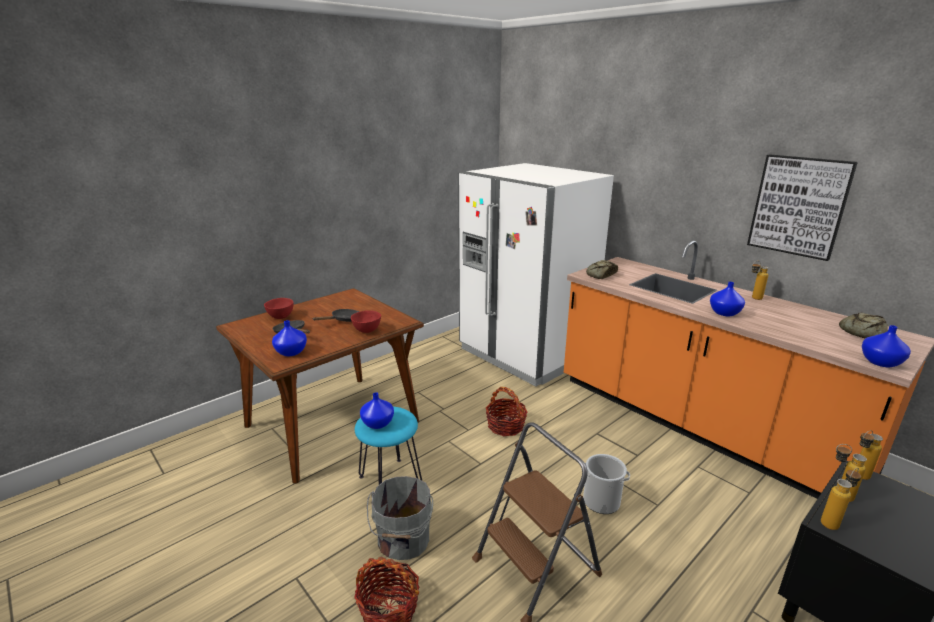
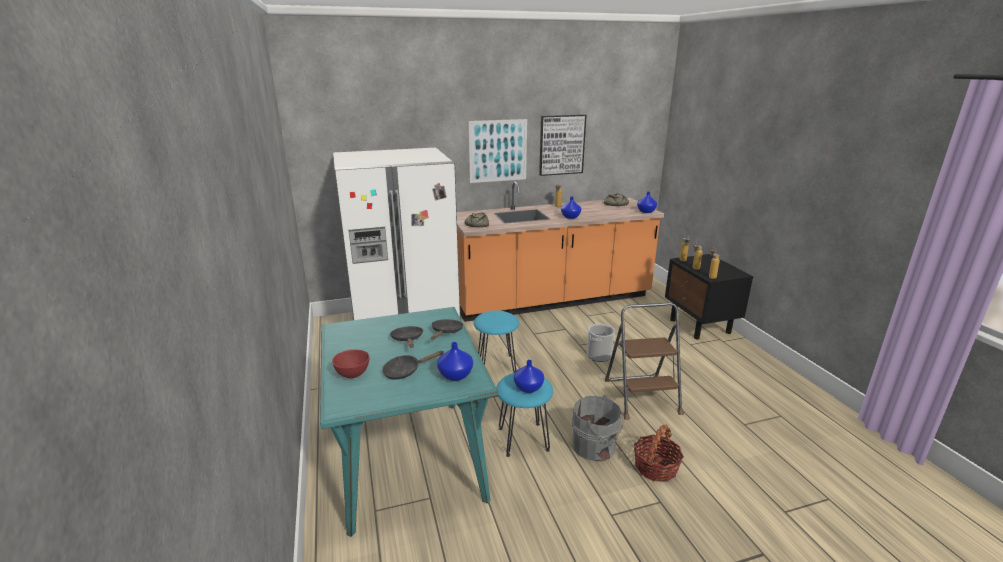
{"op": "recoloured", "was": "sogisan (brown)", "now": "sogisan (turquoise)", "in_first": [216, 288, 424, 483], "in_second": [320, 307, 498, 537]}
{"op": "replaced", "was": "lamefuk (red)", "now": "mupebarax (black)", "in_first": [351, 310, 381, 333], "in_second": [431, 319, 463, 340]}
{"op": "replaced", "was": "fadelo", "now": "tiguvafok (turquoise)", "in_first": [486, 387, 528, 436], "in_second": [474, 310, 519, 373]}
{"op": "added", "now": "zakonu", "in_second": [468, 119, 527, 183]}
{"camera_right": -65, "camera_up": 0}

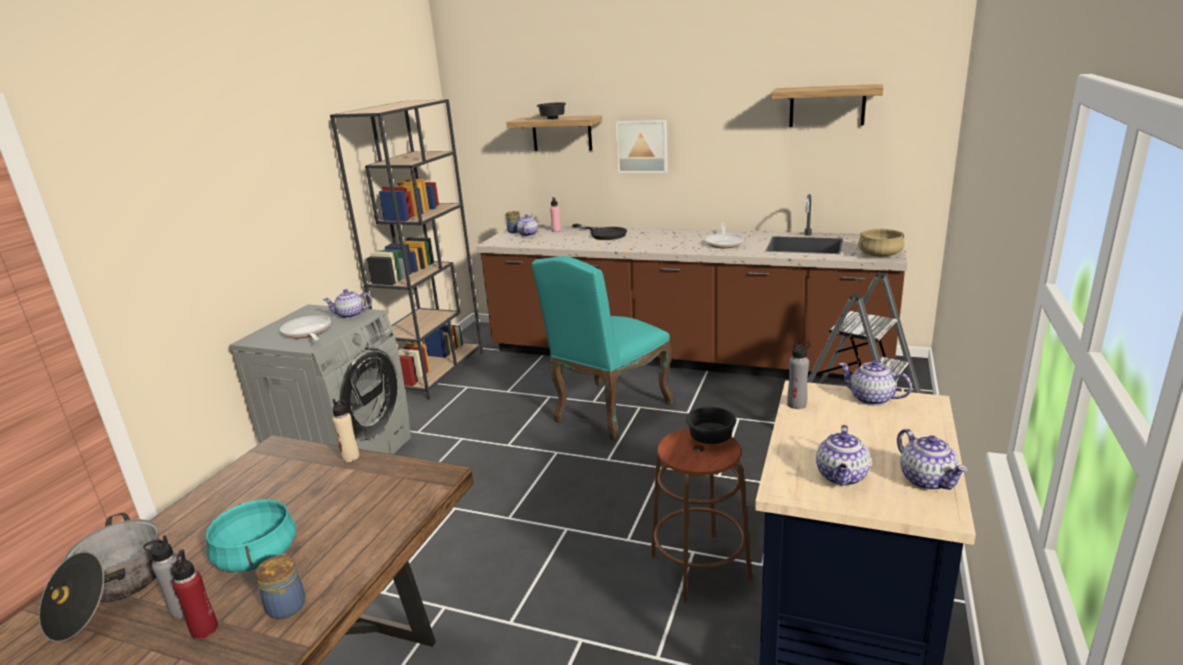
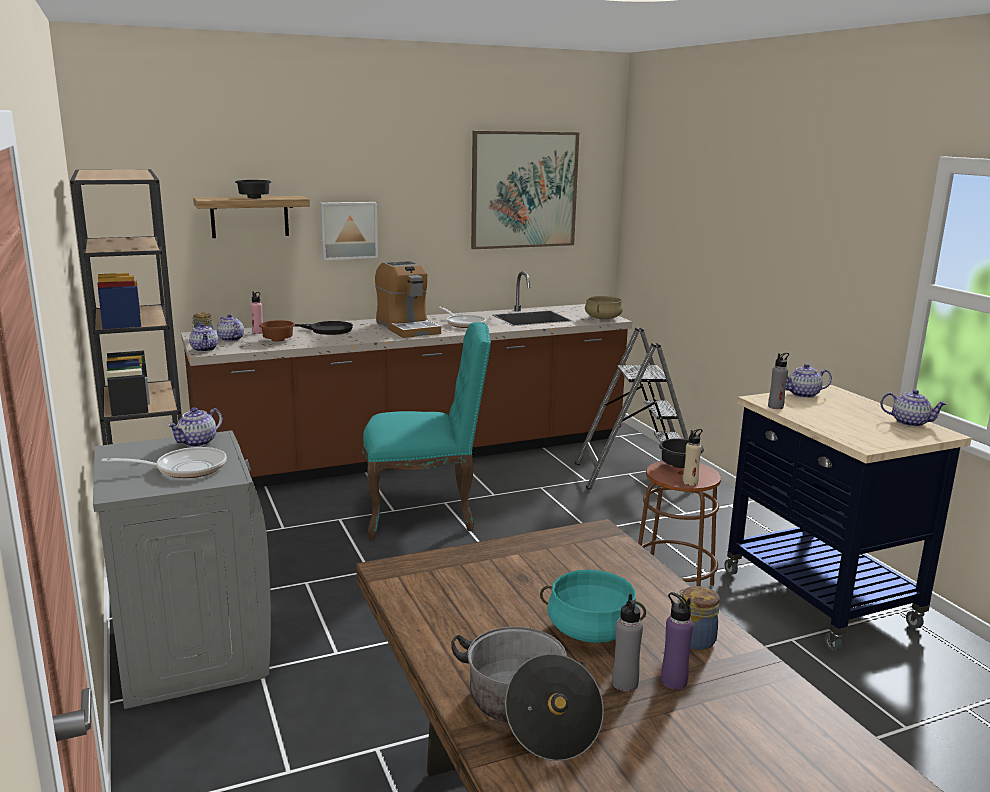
{"op": "replaced", "was": "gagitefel", "now": "zakonu", "in_first": [772, 84, 883, 127], "in_second": [471, 131, 579, 249]}
{"op": "turned", "was": "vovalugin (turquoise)", "in_first": [531, 256, 673, 441], "in_second": [362, 322, 491, 540], "clockwise": -90}
{"op": "turned", "was": "mupebarax", "in_first": [280, 316, 331, 341], "in_second": [102, 447, 227, 478], "clockwise": 150}
{"op": "moved", "was": "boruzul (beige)", "in_first": [332, 399, 359, 462], "in_second": [683, 429, 703, 486]}
{"op": "moved", "was": "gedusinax", "in_first": [816, 425, 871, 486], "in_second": [189, 323, 218, 352]}
{"op": "recoloured", "was": "boruzul (red)", "now": "boruzul (purple)", "in_first": [172, 549, 218, 639], "in_second": [661, 592, 693, 690]}
{"op": "added", "now": "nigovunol", "in_second": [375, 261, 441, 338]}
{"op": "added", "now": "lamefuk (brown)", "in_second": [259, 320, 295, 342]}
{"camera_right": -45, "camera_up": -5}

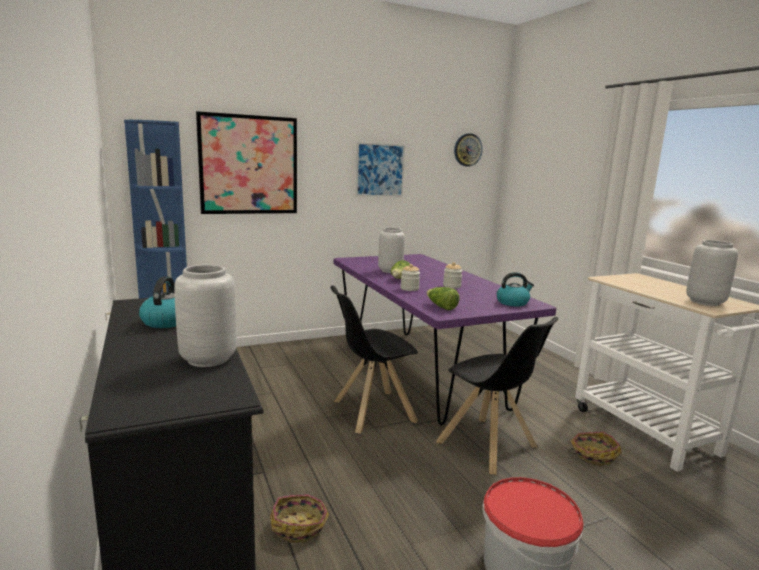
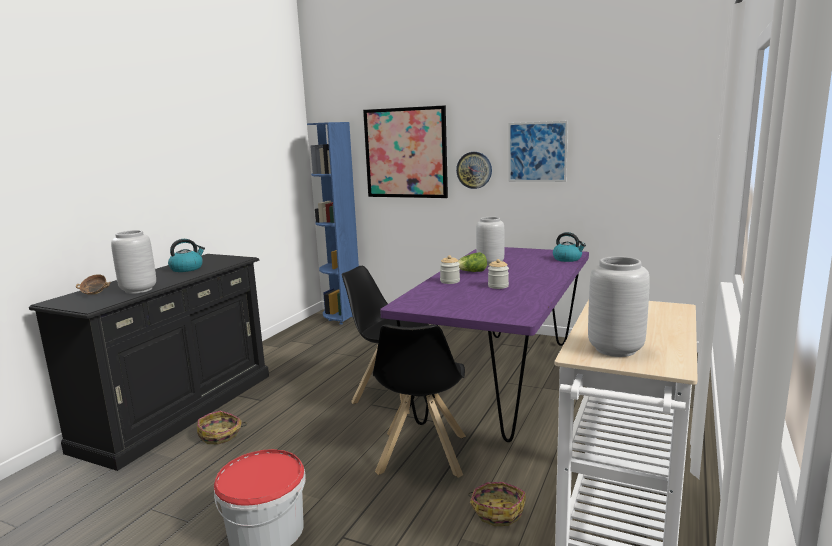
{"op": "moved", "was": "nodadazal", "in_first": [454, 133, 483, 167], "in_second": [456, 152, 492, 189]}
{"op": "moved", "was": "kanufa", "in_first": [496, 272, 534, 307], "in_second": [553, 232, 586, 262]}
{"op": "removed", "was": "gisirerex", "in_first": [427, 287, 460, 310]}
{"op": "added", "now": "lamefuk", "in_second": [76, 274, 111, 295]}
{"camera_right": 50, "camera_up": 0}

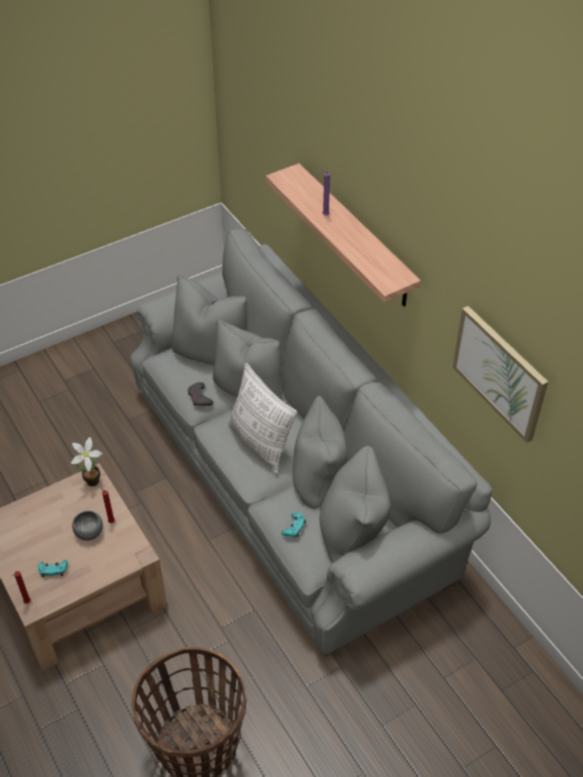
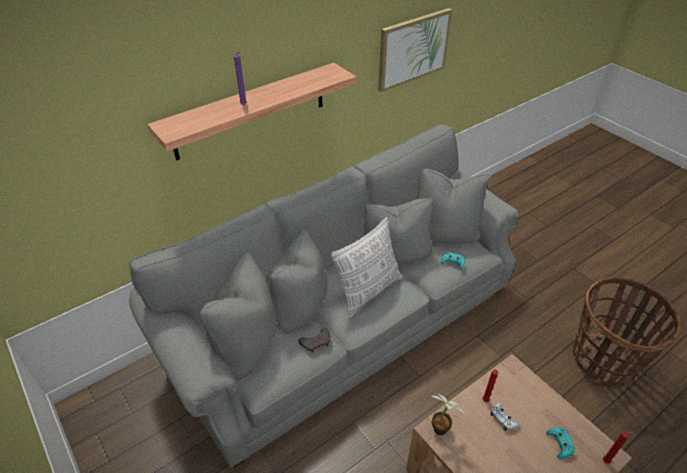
{"op": "replaced", "was": "lamefuk (grey)", "now": "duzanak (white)", "in_first": [72, 511, 103, 541], "in_second": [490, 403, 520, 431]}
{"camera_right": -95, "camera_up": -5}

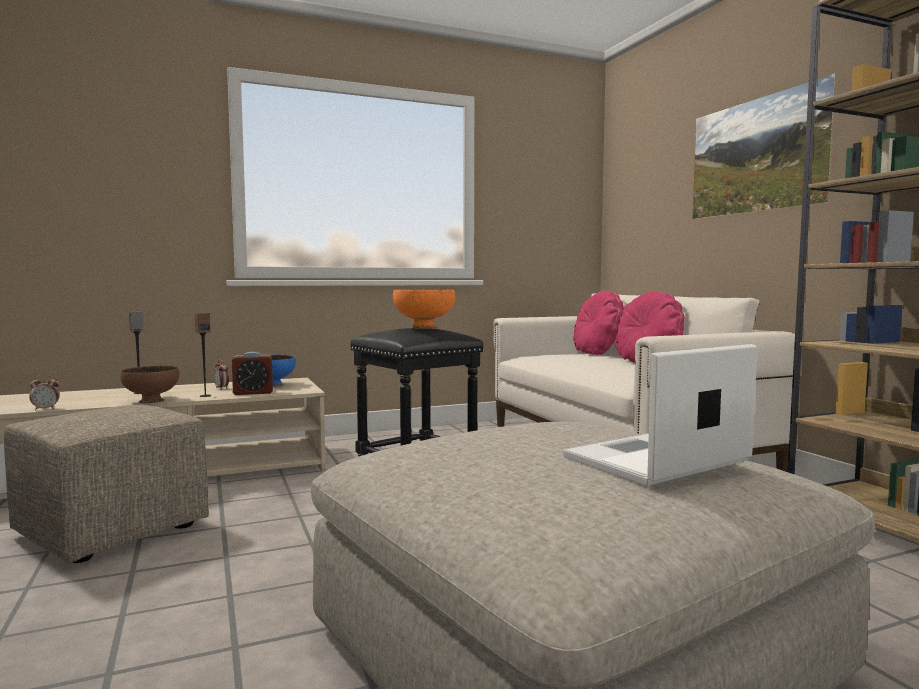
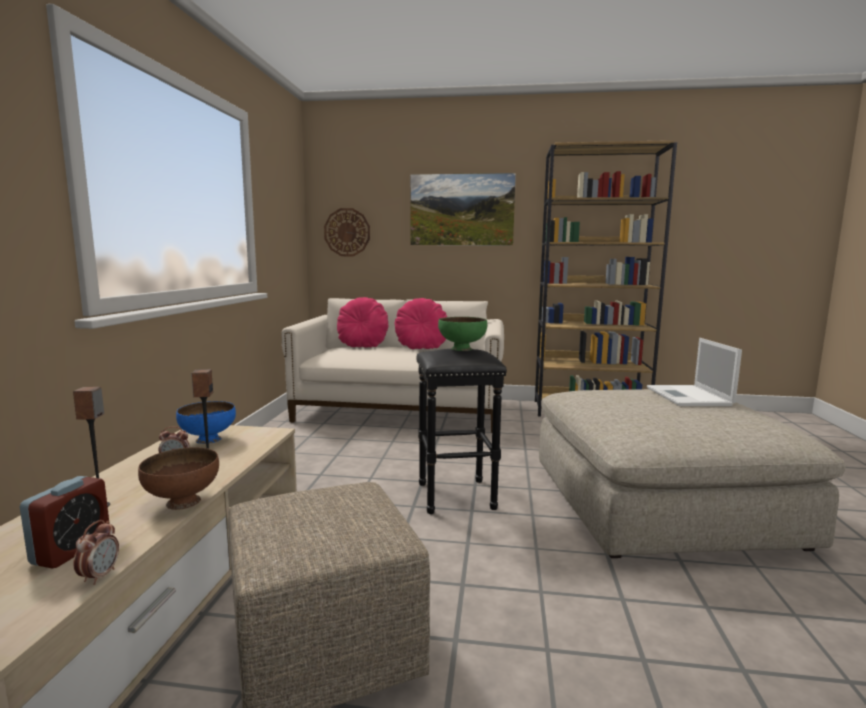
{"op": "recoloured", "was": "lamefuk (orange)", "now": "lamefuk (green)", "in_first": [393, 290, 455, 329], "in_second": [438, 317, 487, 351]}
{"op": "moved", "was": "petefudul", "in_first": [232, 352, 273, 395], "in_second": [20, 476, 110, 568]}
{"op": "added", "now": "nodadazal", "in_second": [324, 208, 370, 256]}
{"camera_right": -60, "camera_up": 5}

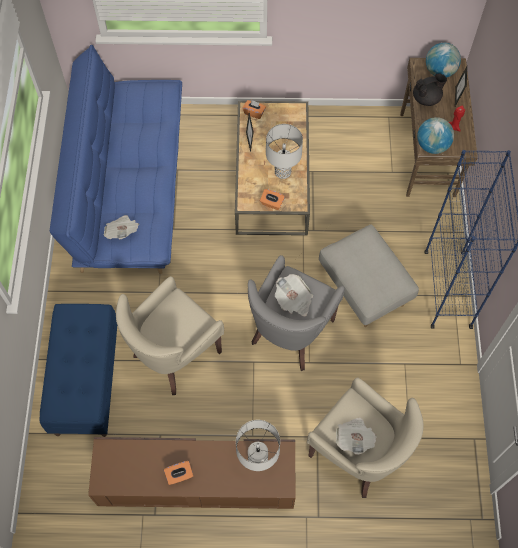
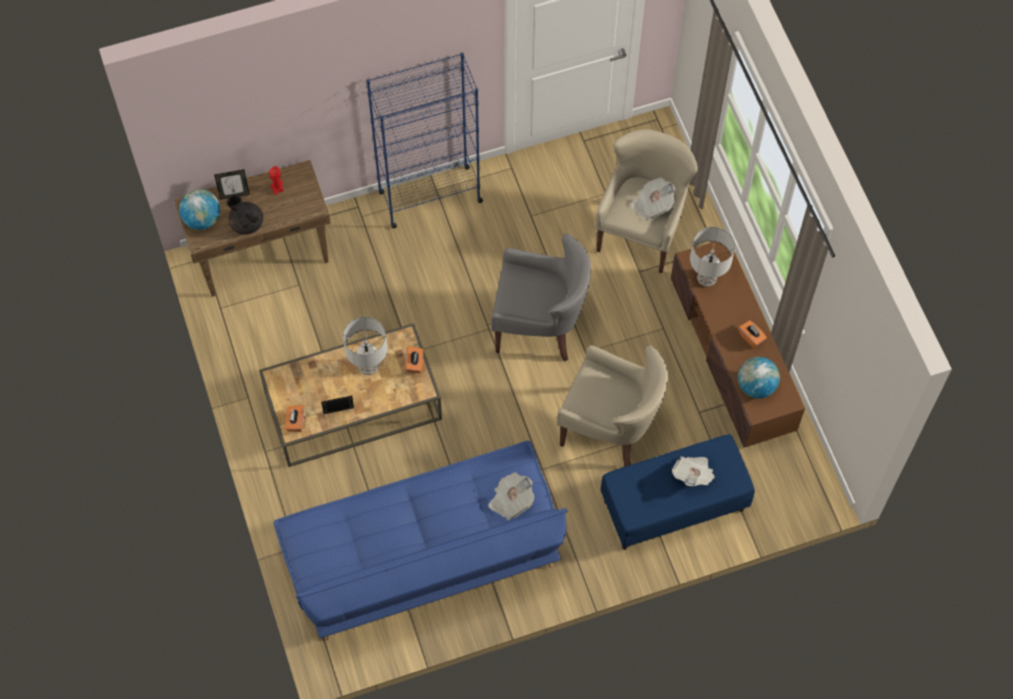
{"op": "moved", "was": "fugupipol", "in_first": [417, 117, 454, 154], "in_second": [738, 357, 780, 398]}
{"op": "removed", "was": "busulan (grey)", "in_first": [319, 225, 419, 327]}
{"op": "moved", "was": "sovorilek", "in_first": [275, 274, 313, 316], "in_second": [672, 457, 715, 486]}
{"camera_right": -110, "camera_up": 0}

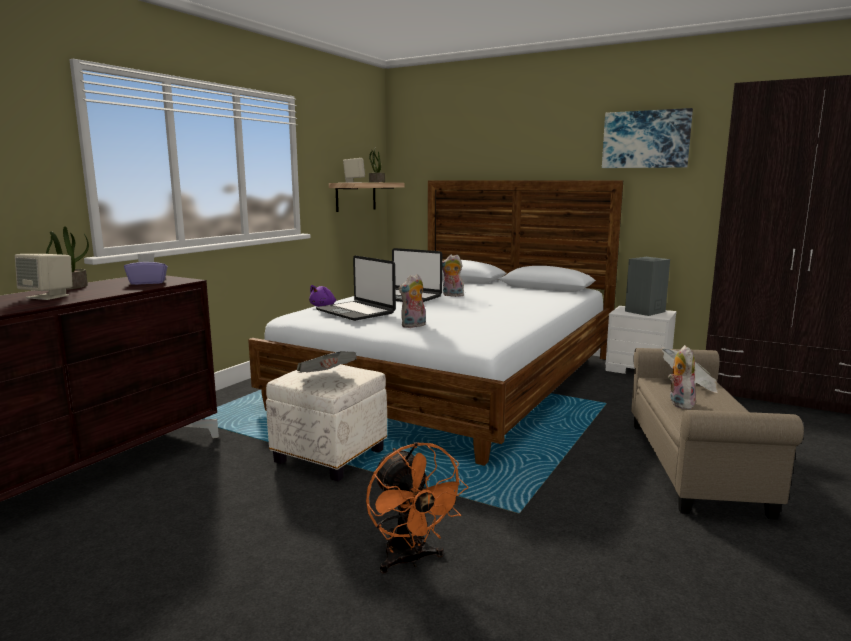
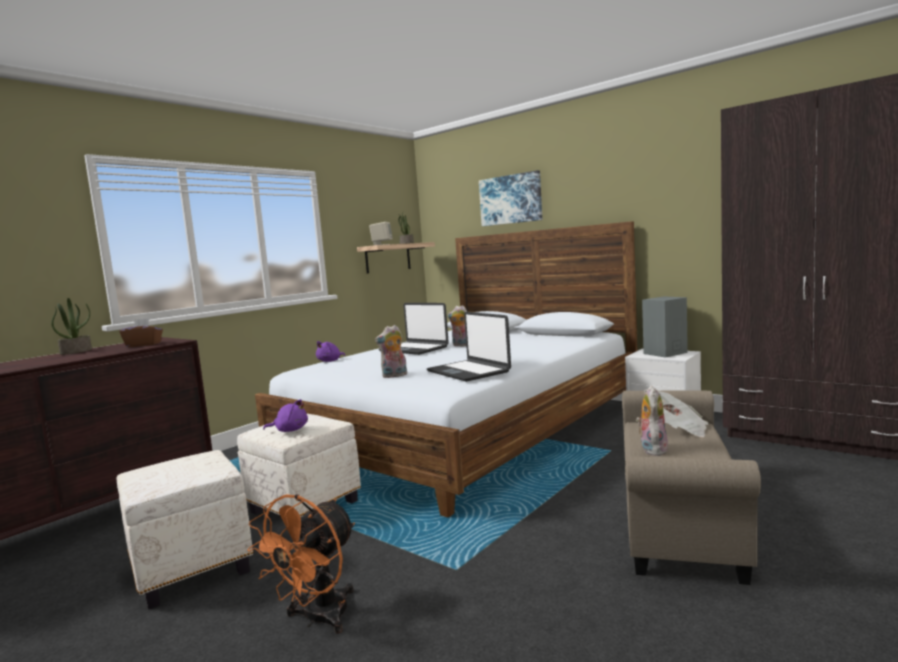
{"op": "moved", "was": "zakonu", "in_first": [602, 108, 693, 168], "in_second": [479, 170, 542, 226]}
{"op": "recoloured", "was": "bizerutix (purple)", "now": "bizerutix (brown)", "in_first": [124, 253, 168, 285], "in_second": [119, 318, 163, 347]}
{"op": "removed", "was": "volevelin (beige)", "in_first": [15, 254, 73, 300]}
{"op": "moved", "was": "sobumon", "in_first": [316, 255, 396, 321], "in_second": [427, 312, 511, 382]}
{"op": "replaced", "was": "sovorilek", "now": "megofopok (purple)", "in_first": [297, 351, 357, 373], "in_second": [263, 399, 308, 432]}
{"op": "turned", "was": "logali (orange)", "in_first": [366, 442, 468, 573], "in_second": [247, 494, 355, 634], "clockwise": 45}
{"op": "added", "now": "busulan (white)", "in_second": [117, 450, 254, 610]}
{"camera_right": 10, "camera_up": -5}

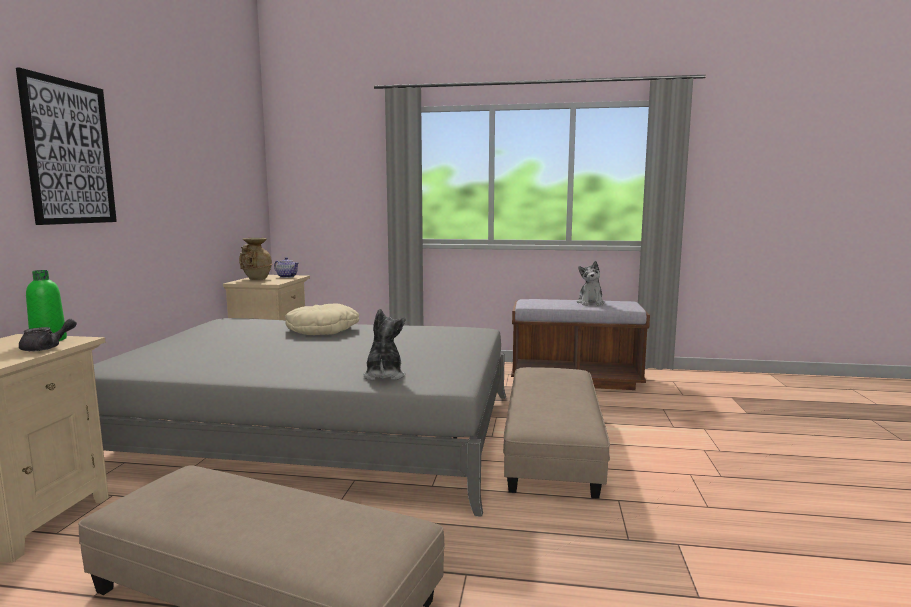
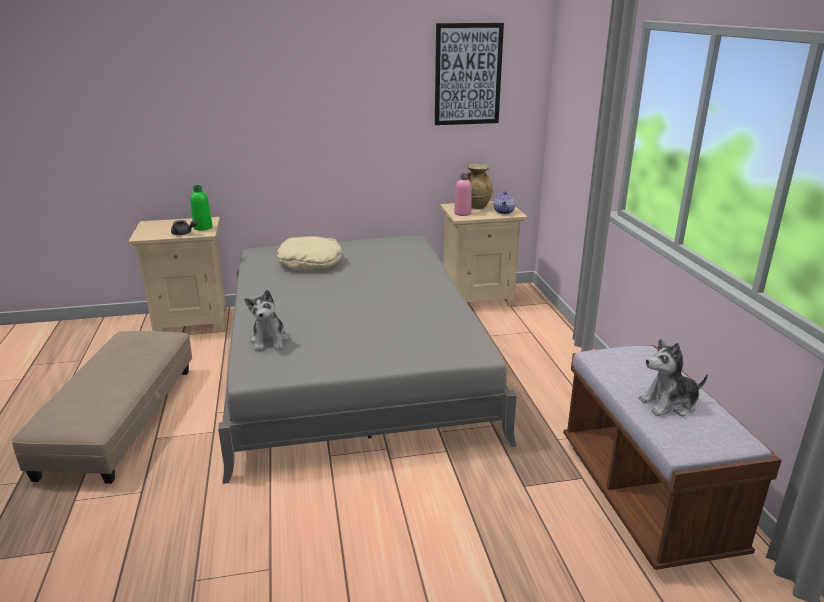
{"op": "moved", "was": "zakonu", "in_first": [16, 67, 117, 225], "in_second": [435, 23, 504, 125]}
{"op": "moved", "was": "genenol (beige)", "in_first": [285, 304, 359, 335], "in_second": [277, 236, 342, 270]}
{"op": "turned", "was": "megofopok", "in_first": [363, 309, 405, 380], "in_second": [245, 290, 288, 351], "clockwise": 105}
{"op": "removed", "was": "busulan (beige)", "in_first": [503, 367, 610, 499]}
{"op": "added", "now": "boruzul (pink)", "in_second": [454, 173, 472, 216]}
{"camera_right": 70, "camera_up": 15}

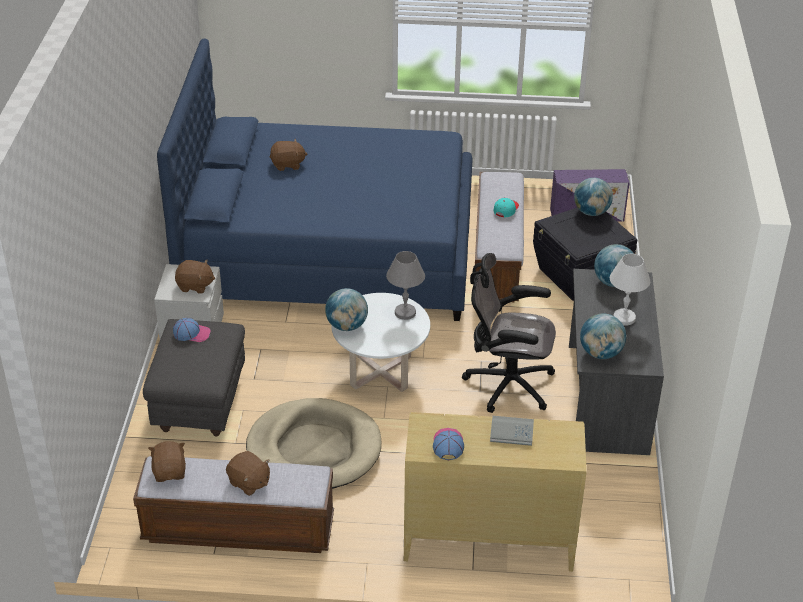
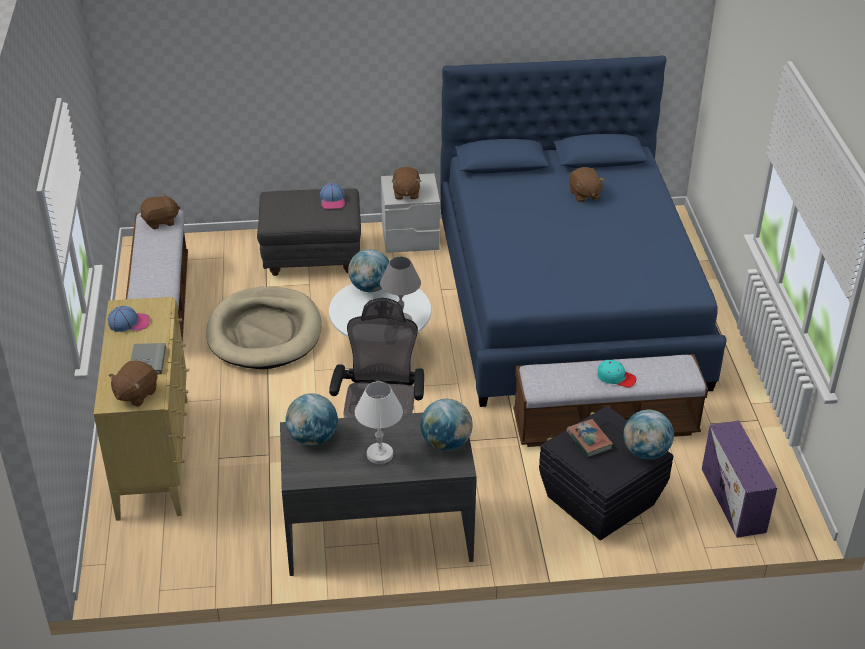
{"op": "moved", "was": "megofopok (brown)", "in_first": [226, 451, 270, 496], "in_second": [109, 361, 158, 406]}
{"op": "added", "now": "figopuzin", "in_second": [566, 419, 613, 457]}
{"camera_right": 80, "camera_up": 0}

